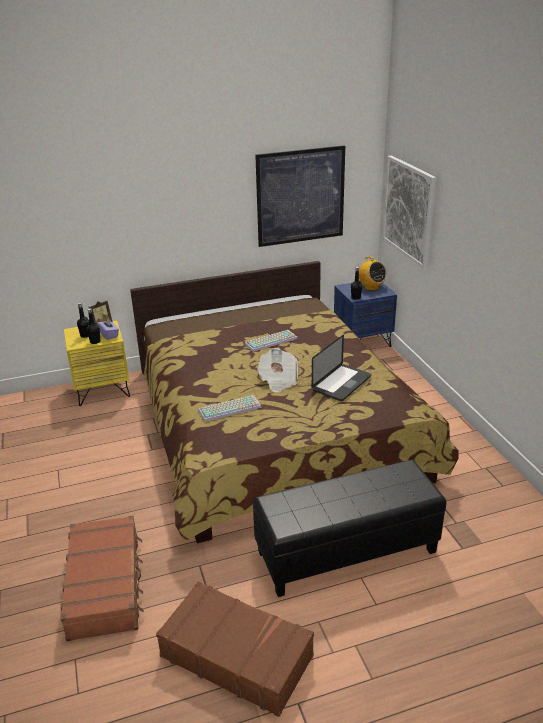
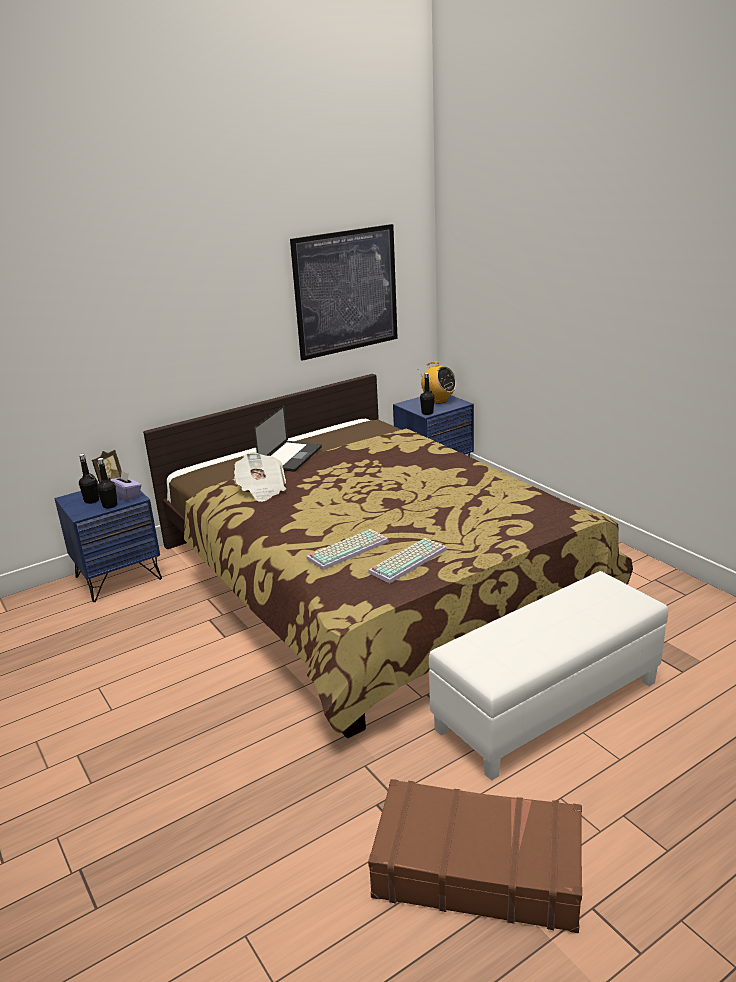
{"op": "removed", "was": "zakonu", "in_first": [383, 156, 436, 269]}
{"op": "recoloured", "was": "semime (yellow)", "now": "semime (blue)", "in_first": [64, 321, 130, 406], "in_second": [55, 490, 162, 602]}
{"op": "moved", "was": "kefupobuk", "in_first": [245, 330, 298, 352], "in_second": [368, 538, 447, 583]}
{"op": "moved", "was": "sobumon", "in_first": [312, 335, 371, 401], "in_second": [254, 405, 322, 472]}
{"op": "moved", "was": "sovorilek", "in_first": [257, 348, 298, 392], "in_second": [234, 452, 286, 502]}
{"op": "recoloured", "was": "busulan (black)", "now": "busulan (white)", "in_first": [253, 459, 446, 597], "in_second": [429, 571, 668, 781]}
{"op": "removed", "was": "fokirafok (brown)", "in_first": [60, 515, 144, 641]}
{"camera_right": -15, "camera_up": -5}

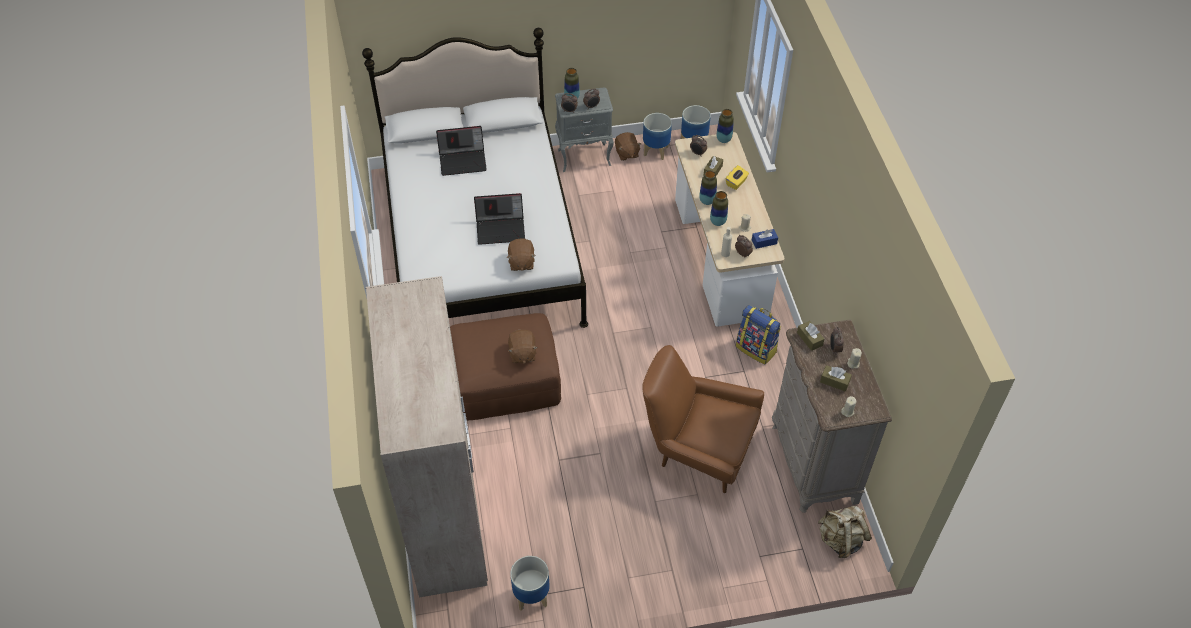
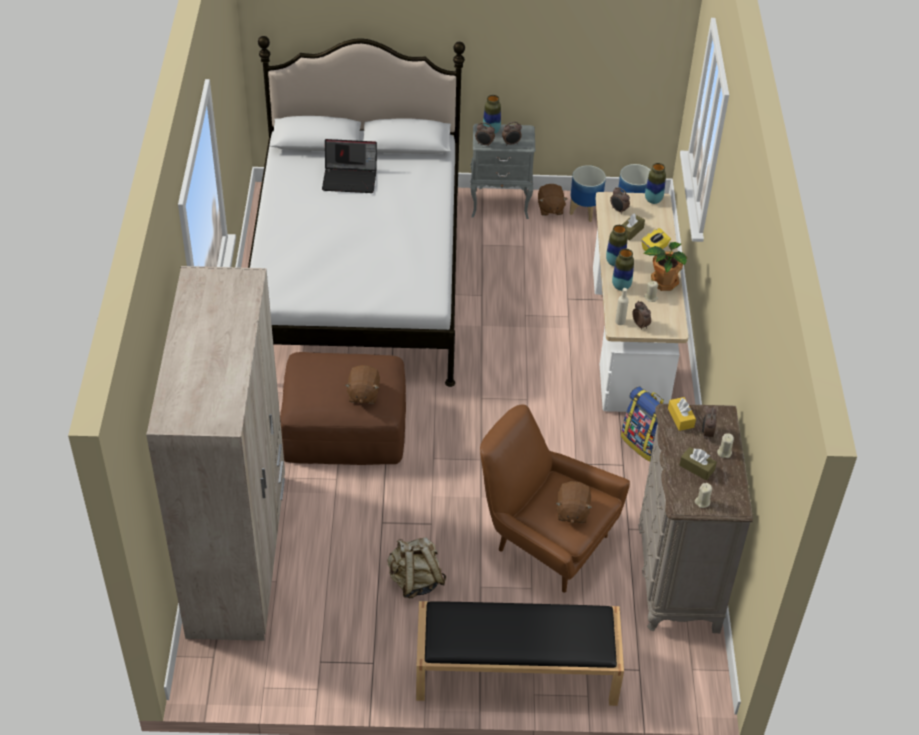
{"op": "removed", "was": "sobumon", "in_first": [474, 193, 525, 245]}
{"op": "removed", "was": "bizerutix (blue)", "in_first": [752, 229, 778, 249]}
{"op": "moved", "was": "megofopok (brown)", "in_first": [507, 238, 536, 271], "in_second": [555, 481, 593, 523]}
{"op": "recoloured", "was": "bizerutix (brown)", "now": "bizerutix (yellow)", "in_first": [797, 321, 824, 351], "in_second": [668, 397, 696, 431]}
{"op": "moved", "was": "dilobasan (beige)", "in_first": [818, 506, 872, 558], "in_second": [387, 537, 447, 598]}
{"op": "removed", "was": "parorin", "in_first": [510, 556, 550, 611]}
{"op": "added", "now": "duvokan", "in_second": [643, 242, 687, 291]}
{"op": "added", "now": "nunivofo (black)", "in_second": [416, 601, 624, 706]}
{"camera_right": 10, "camera_up": -5}

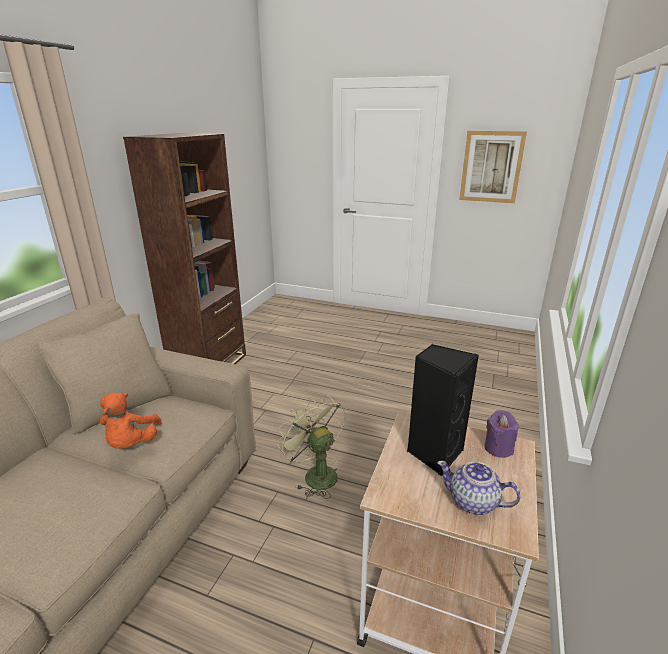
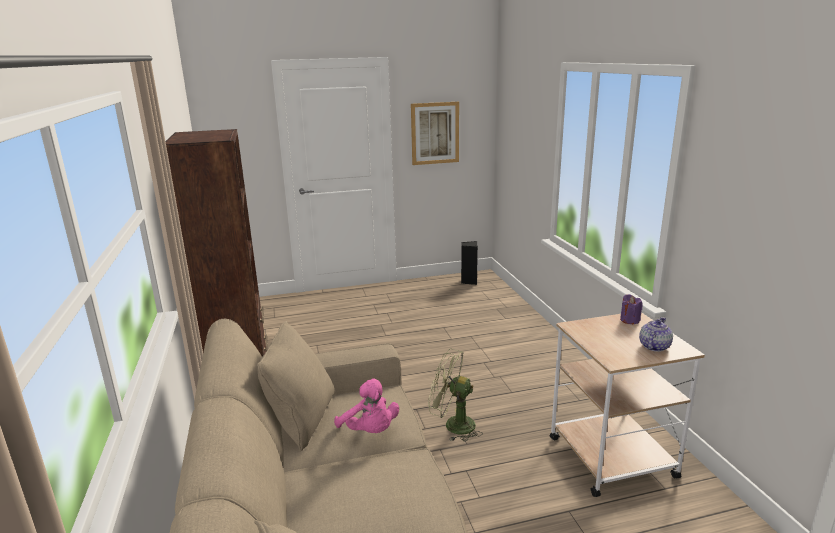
{"op": "moved", "was": "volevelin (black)", "in_first": [407, 344, 479, 476], "in_second": [461, 241, 478, 285]}
{"op": "recoloured", "was": "megofopok (orange)", "now": "megofopok (pink)", "in_first": [100, 392, 162, 449], "in_second": [334, 378, 399, 433]}
{"op": "turned", "was": "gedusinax", "in_first": [437, 461, 521, 515], "in_second": [639, 317, 673, 352], "clockwise": 135}
{"camera_right": -35, "camera_up": -5}

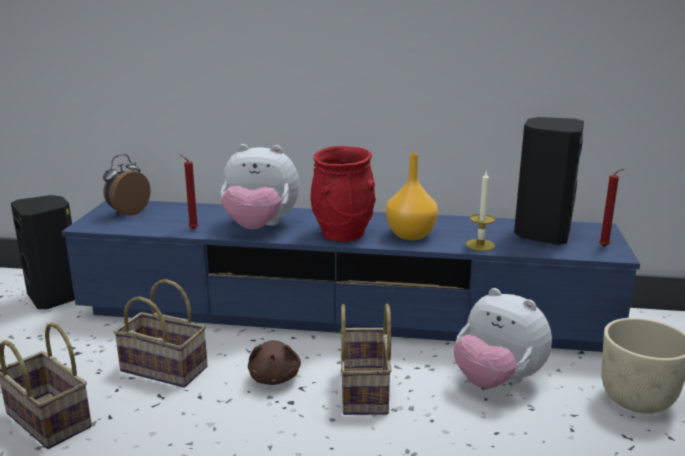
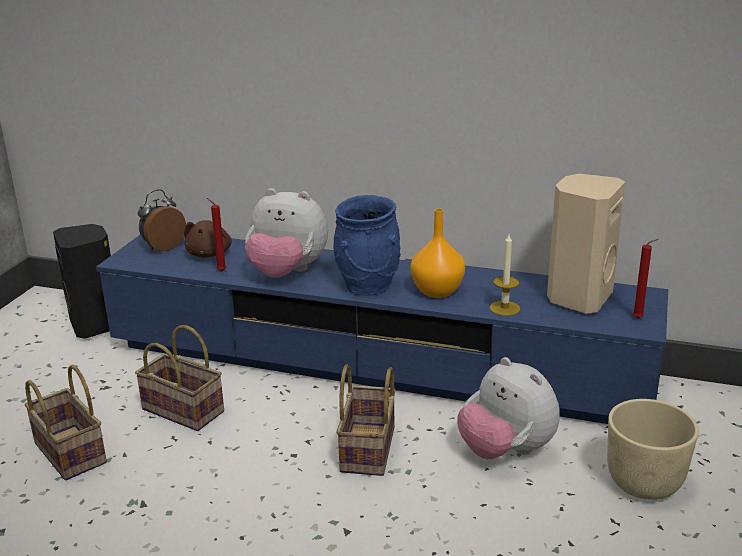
{"op": "recoloured", "was": "volevelin (black)", "now": "volevelin (beige)", "in_first": [514, 117, 584, 245], "in_second": [547, 174, 625, 314]}
{"op": "recoloured", "was": "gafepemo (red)", "now": "gafepemo (blue)", "in_first": [310, 146, 376, 242], "in_second": [333, 195, 401, 296]}
{"op": "moved", "was": "megofopok (brown)", "in_first": [248, 340, 301, 385], "in_second": [184, 220, 232, 258]}
{"camera_right": 10, "camera_up": 5}

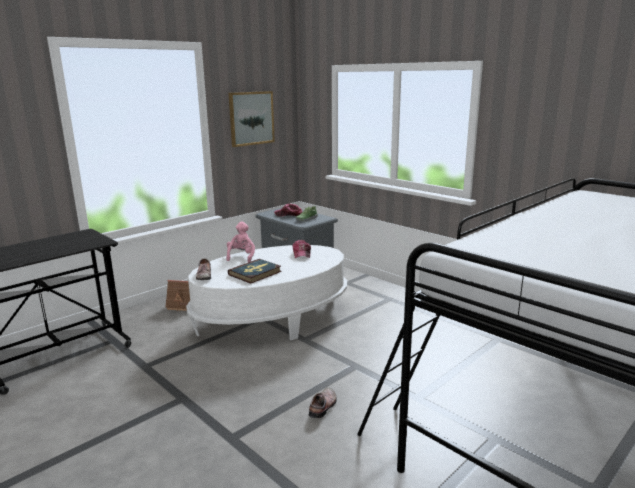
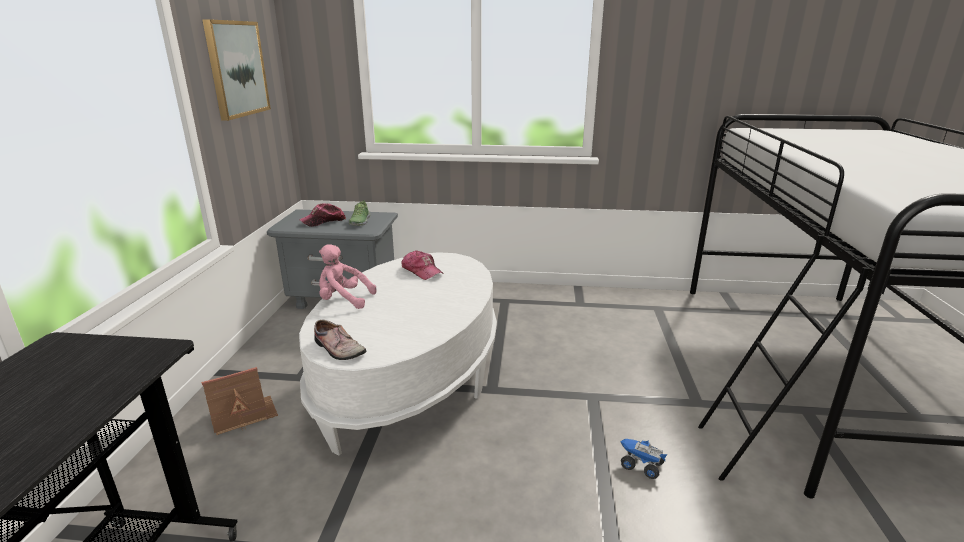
{"op": "turned", "was": "megofopok (pink)", "in_first": [226, 222, 255, 262], "in_second": [319, 244, 377, 309], "clockwise": -45}
{"op": "removed", "was": "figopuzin", "in_first": [228, 259, 281, 284]}
{"op": "replaced", "was": "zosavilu", "now": "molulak", "in_first": [309, 388, 337, 418], "in_second": [620, 439, 668, 479]}
{"camera_right": -40, "camera_up": 5}

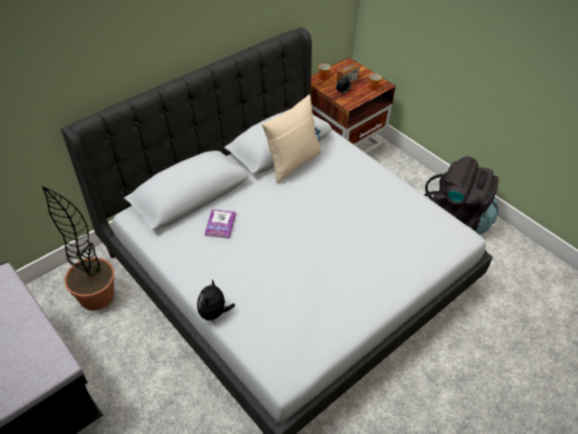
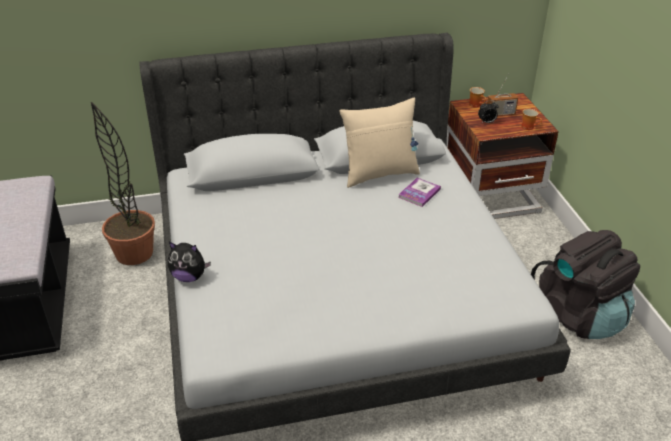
{"op": "moved", "was": "figopuzin", "in_first": [205, 209, 236, 239], "in_second": [398, 178, 441, 207]}
{"op": "turned", "was": "megofopok", "in_first": [197, 279, 235, 324], "in_second": [168, 242, 211, 282], "clockwise": -120}
{"camera_right": 30, "camera_up": -10}

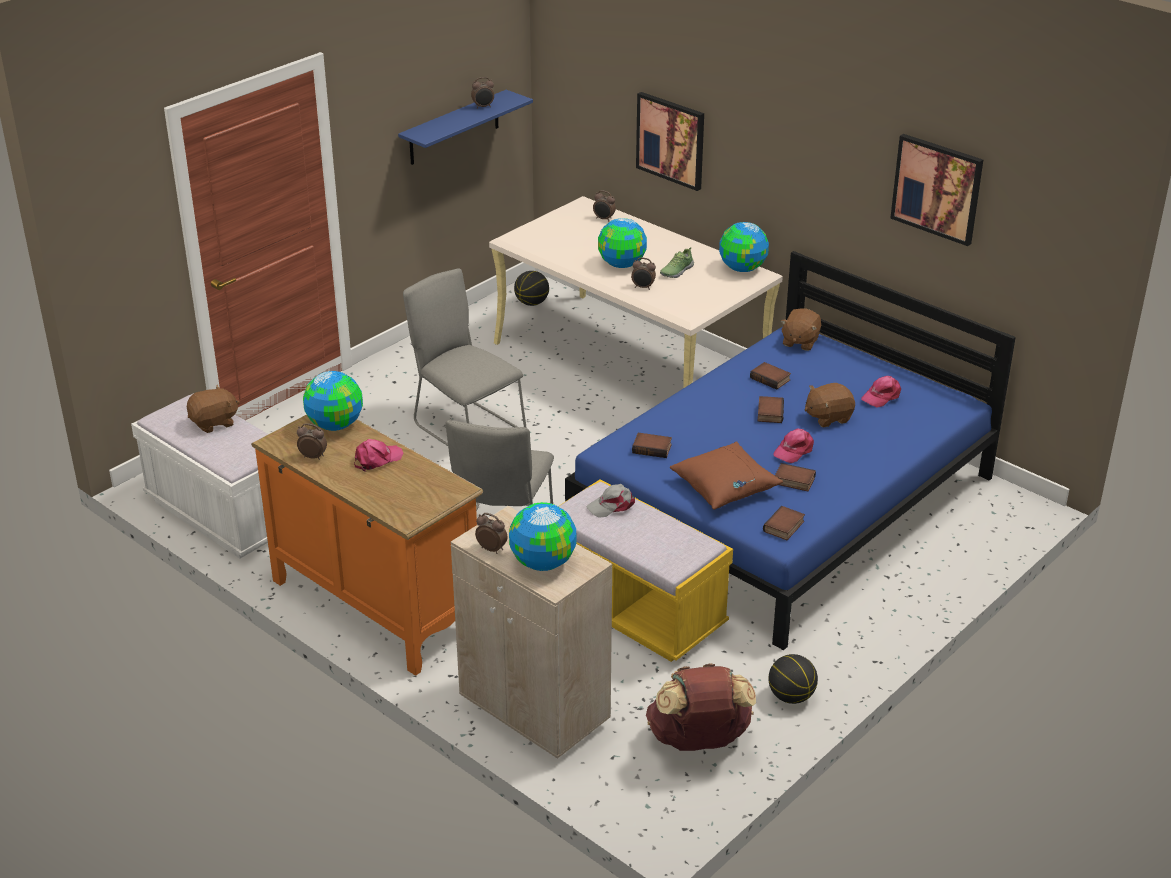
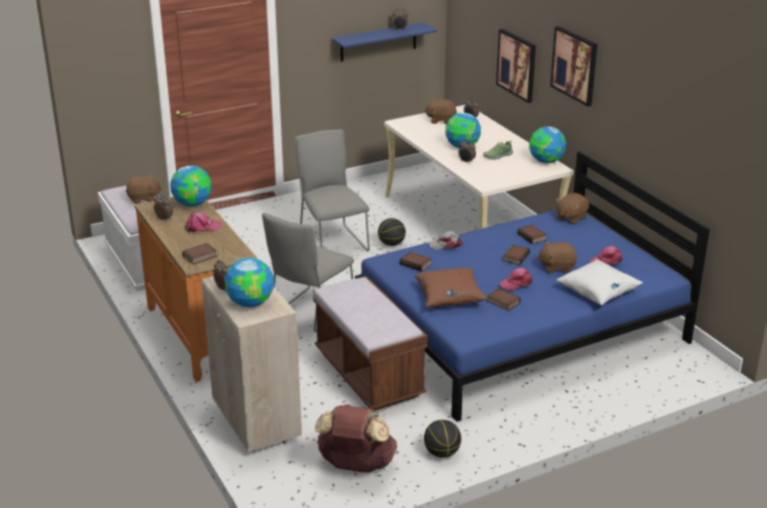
{"op": "moved", "was": "zakonu", "in_first": [890, 134, 983, 246], "in_second": [550, 26, 597, 107]}
{"op": "moved", "was": "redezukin", "in_first": [514, 271, 549, 306], "in_second": [378, 218, 406, 246]}
{"op": "recoloured", "was": "nunivofo (yellow)", "now": "nunivofo (brown)", "in_first": [558, 479, 733, 662], "in_second": [313, 276, 427, 411]}
{"op": "moved", "was": "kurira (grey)", "in_first": [586, 484, 635, 518], "in_second": [428, 231, 463, 250]}
{"op": "moved", "was": "figopuzin", "in_first": [763, 506, 805, 540], "in_second": [183, 243, 217, 265]}
{"op": "added", "now": "megofopok (brown)", "in_second": [424, 99, 457, 124]}
{"op": "added", "now": "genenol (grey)", "in_second": [556, 259, 643, 305]}
{"camera_right": 20, "camera_up": -5}

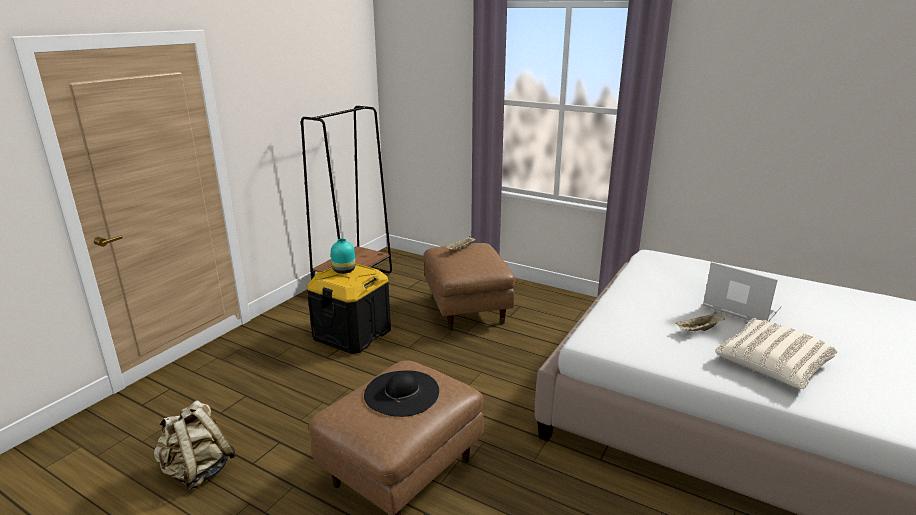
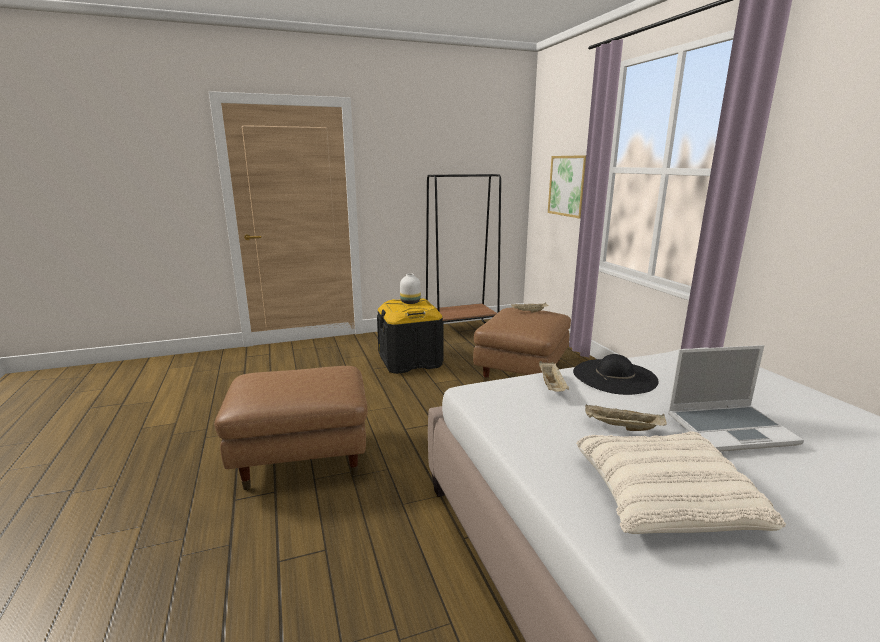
{"op": "recoloured", "was": "gafepemo (turquoise)", "now": "gafepemo (white)", "in_first": [331, 239, 356, 274], "in_second": [400, 273, 421, 304]}
{"op": "turned", "was": "sobumon", "in_first": [703, 261, 781, 321], "in_second": [668, 345, 804, 452], "clockwise": 90}
{"op": "moved", "was": "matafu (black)", "in_first": [364, 371, 439, 417], "in_second": [573, 354, 659, 395]}
{"op": "removed", "was": "dilobasan (beige)", "in_first": [154, 400, 235, 490]}
{"op": "added", "now": "zakonu", "in_second": [548, 155, 586, 219]}
{"op": "added", "now": "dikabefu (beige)", "in_second": [539, 361, 569, 392]}
{"camera_right": 40, "camera_up": -5}

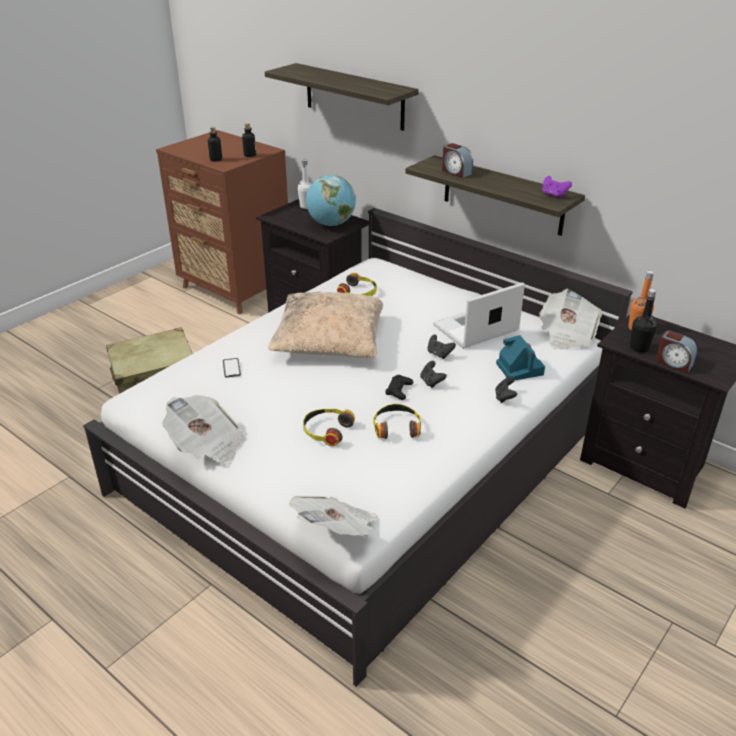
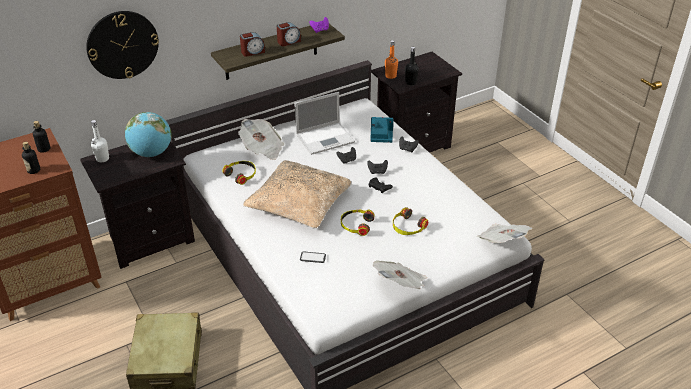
{"op": "replaced", "was": "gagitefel", "now": "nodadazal", "in_first": [265, 63, 419, 131], "in_second": [86, 11, 159, 79]}
{"op": "turned", "was": "sobumon", "in_first": [433, 282, 525, 349], "in_second": [294, 92, 355, 155], "clockwise": -105}
{"op": "moved", "was": "sovorilek", "in_first": [539, 288, 602, 350], "in_second": [238, 119, 285, 160]}
{"op": "moved", "was": "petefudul", "in_first": [656, 331, 697, 373], "in_second": [277, 22, 301, 46]}
{"op": "moved", "was": "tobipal", "in_first": [373, 404, 421, 439], "in_second": [341, 210, 375, 236]}
{"camera_right": -70, "camera_up": 5}

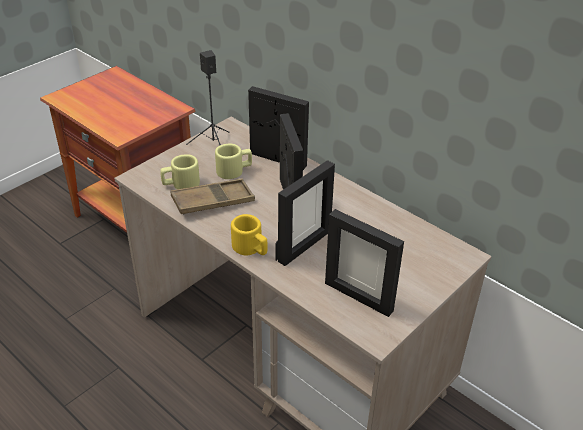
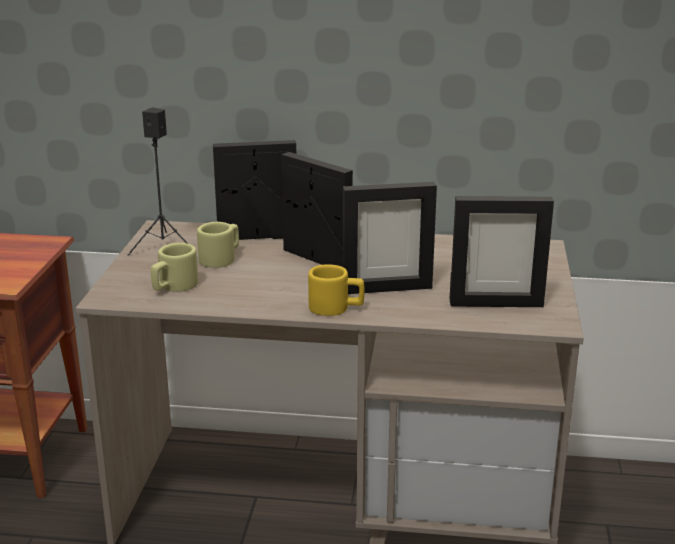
{"op": "turned", "was": "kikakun", "in_first": [276, 160, 335, 266], "in_second": [342, 182, 437, 294], "clockwise": 75}
{"op": "removed", "was": "dikabefu (brown)", "in_first": [170, 179, 255, 214]}
{"camera_right": -35, "camera_up": -15}

